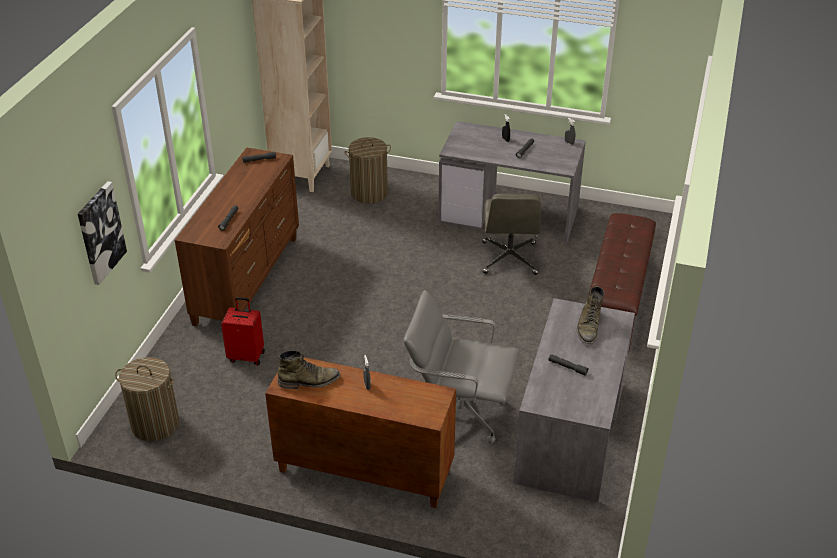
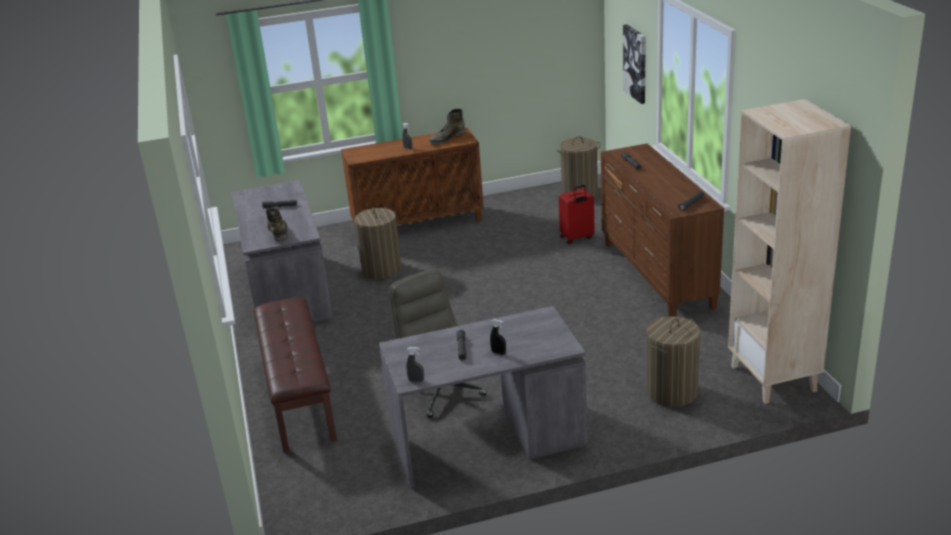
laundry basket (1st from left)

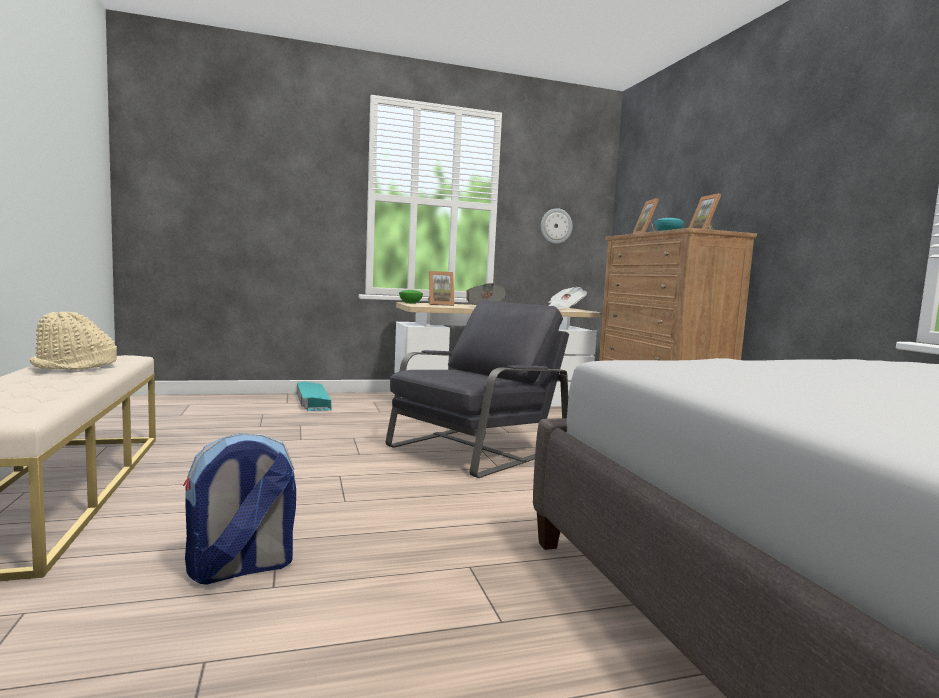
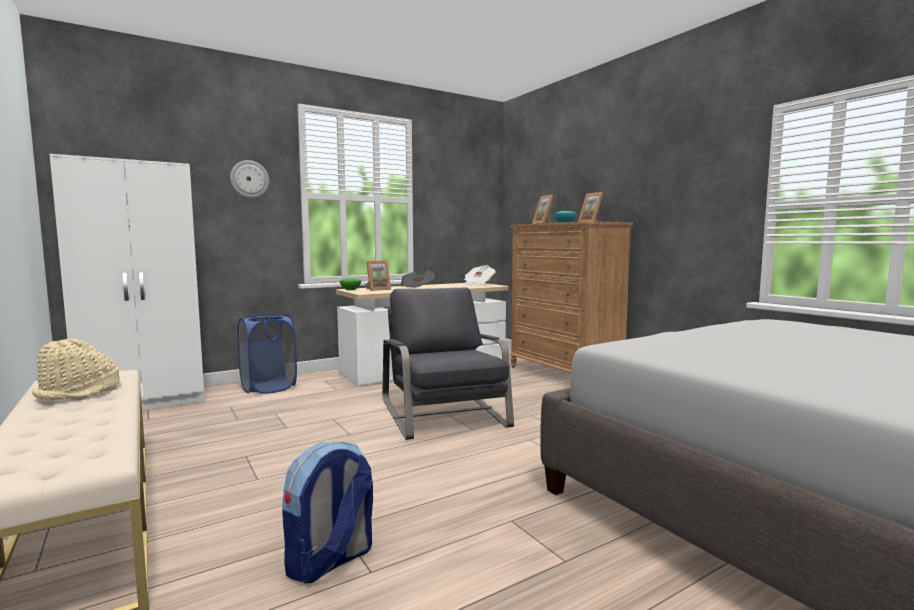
white wardrobe
wall clock
blue laundry basket
grey armchair

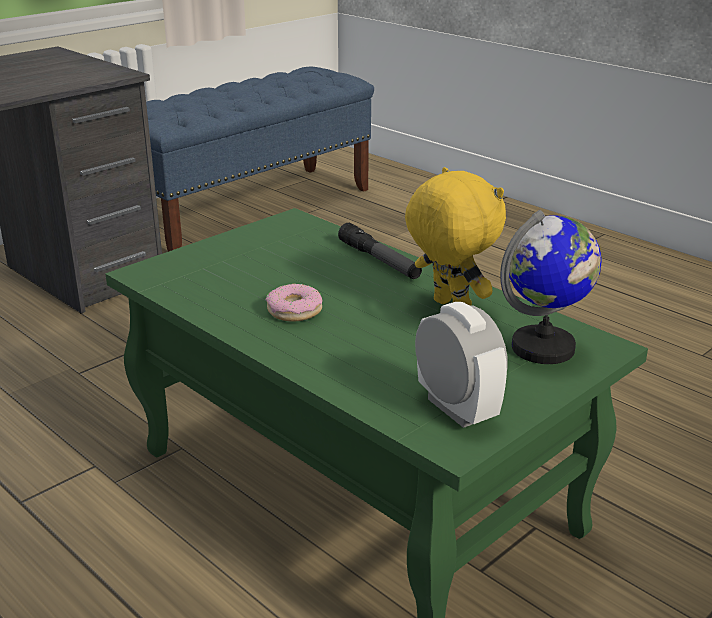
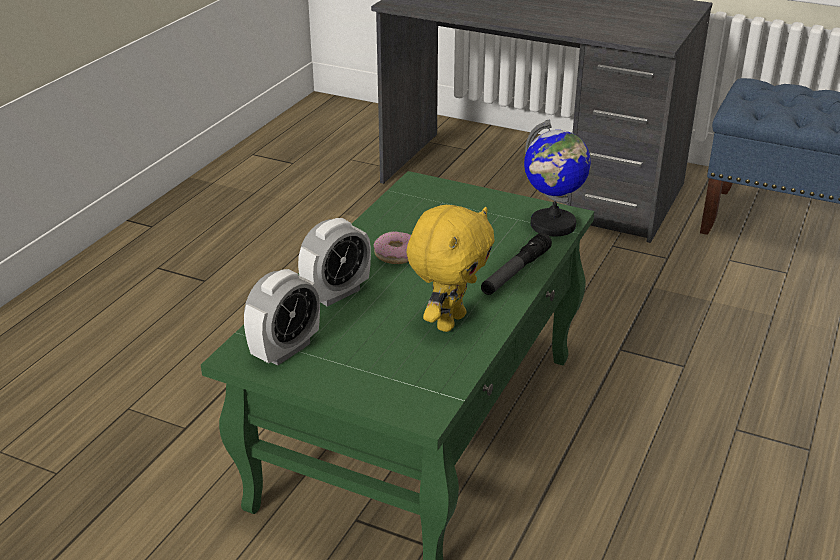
alarm clock (2nd from left)
globe

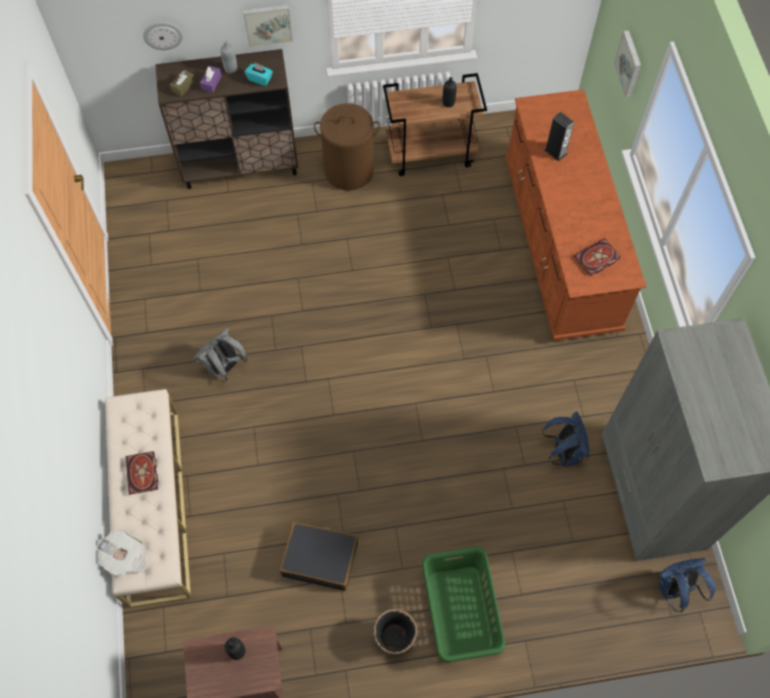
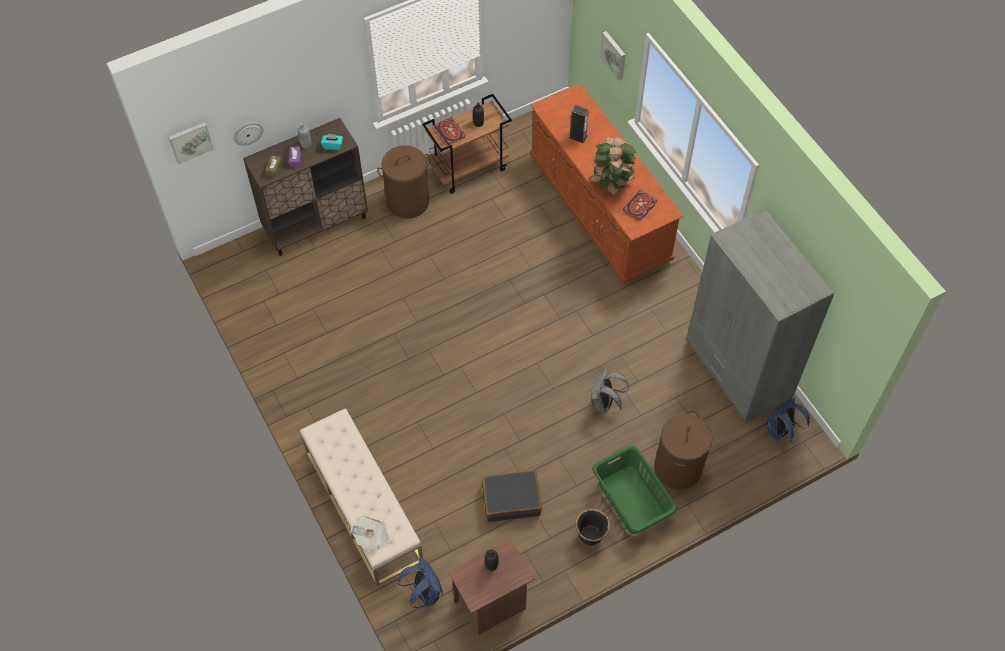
picture (1st from left)
blue backpack (1st from left)
book (1st from left)
potted plant
grey backpack
brown laundry basket (2nd from left)

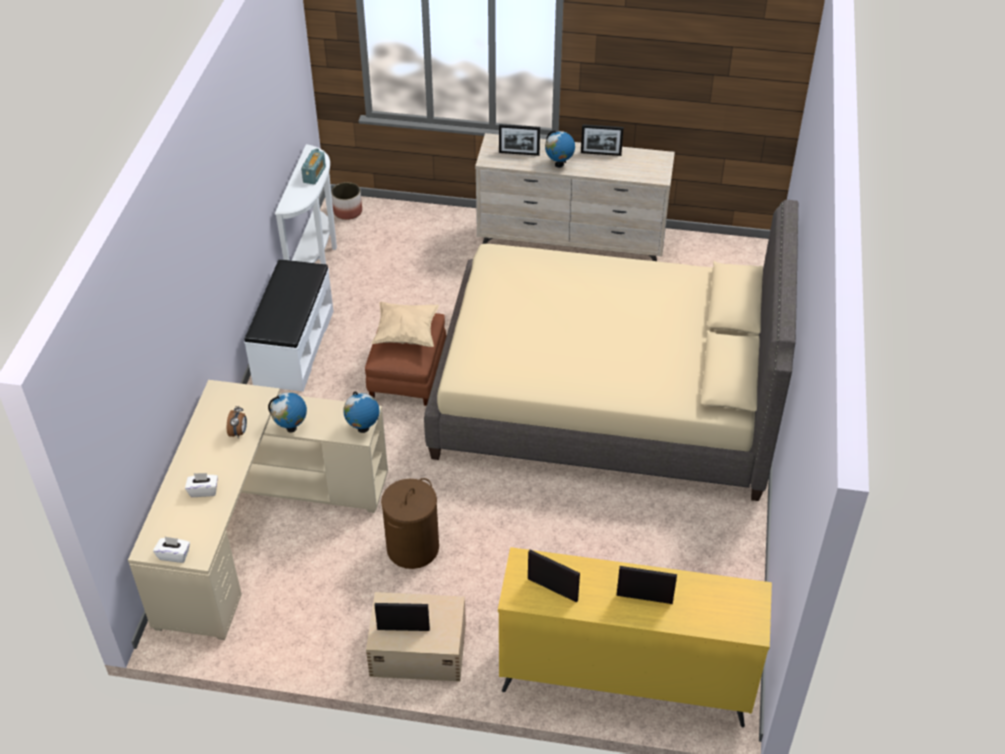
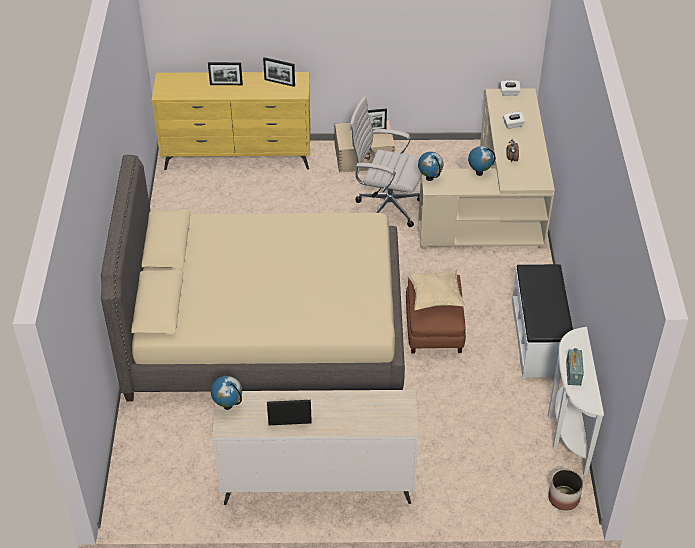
globe (1st from left)
white office chair
picture frame (2nd from left in the first image)

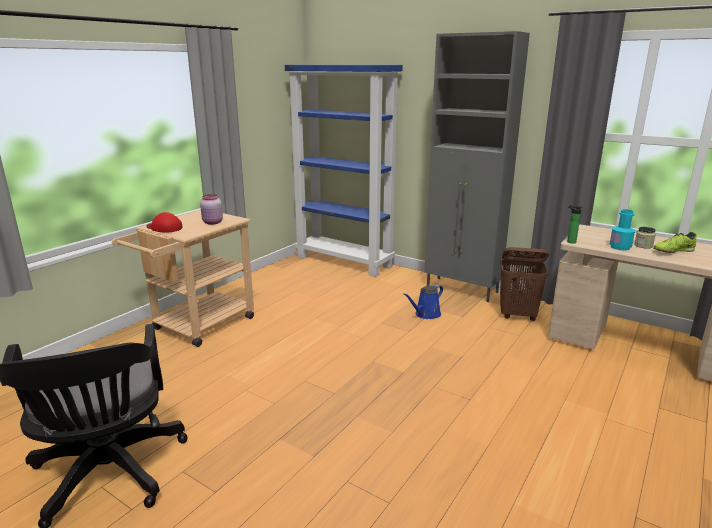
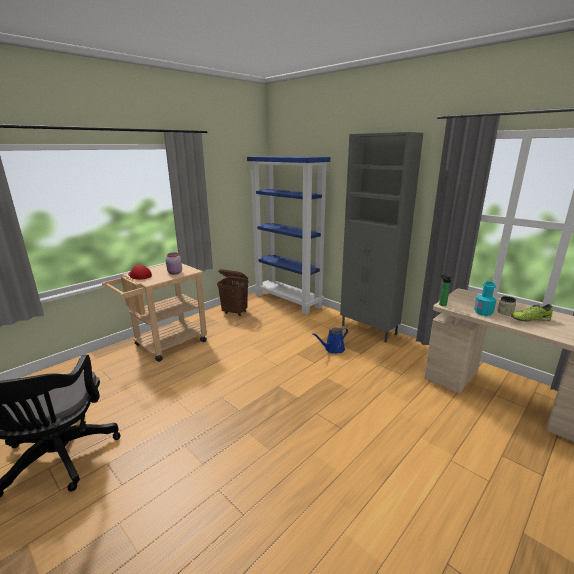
brown laundry basket

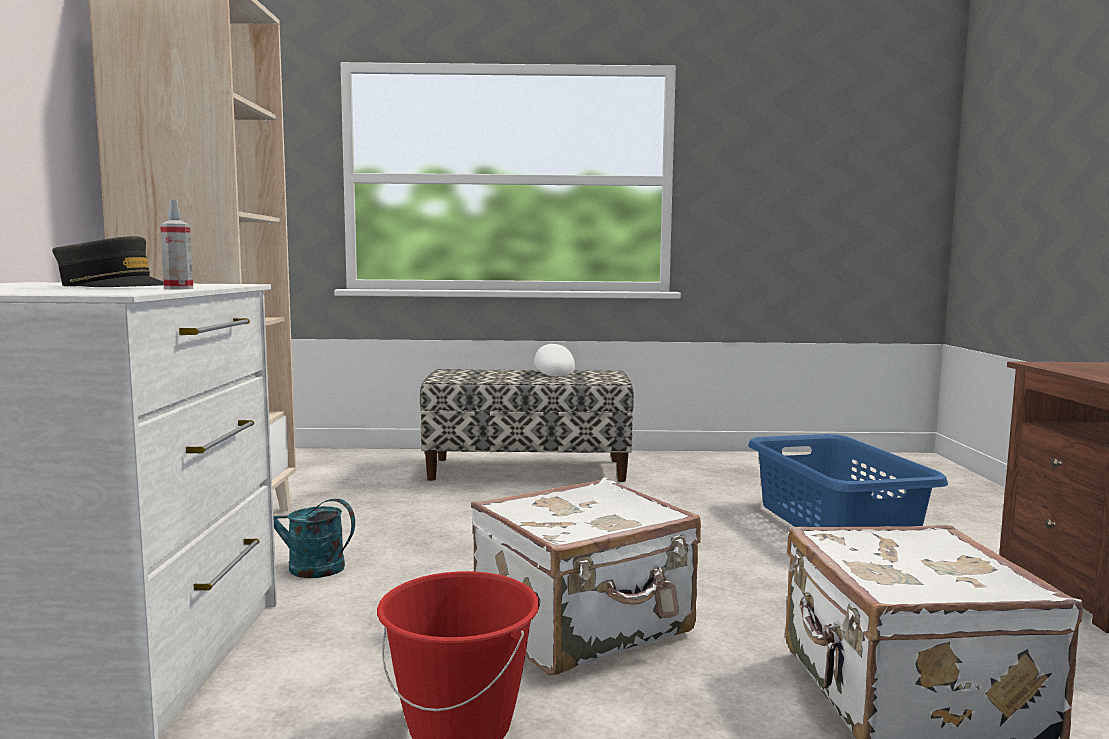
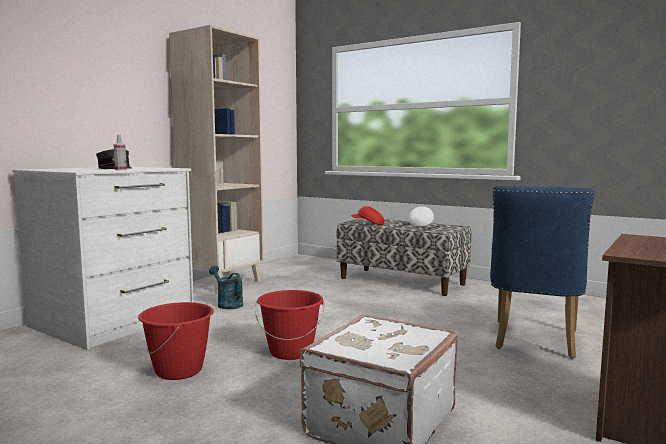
red bucket (2nd from left)
red cap
blue chair

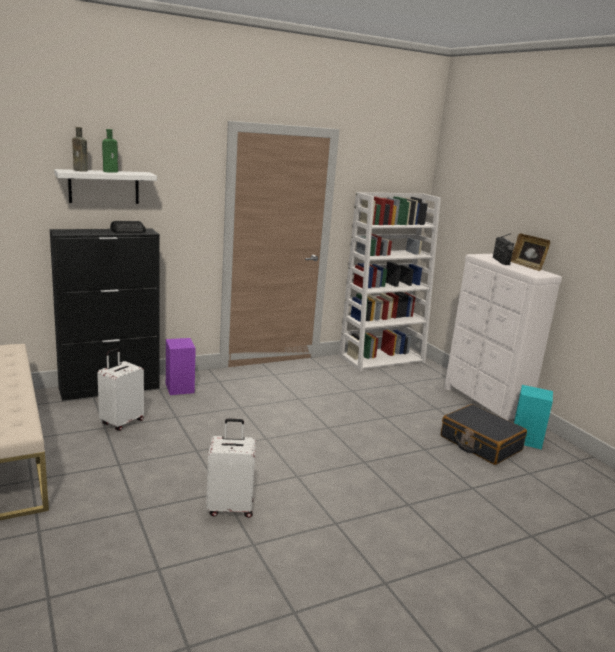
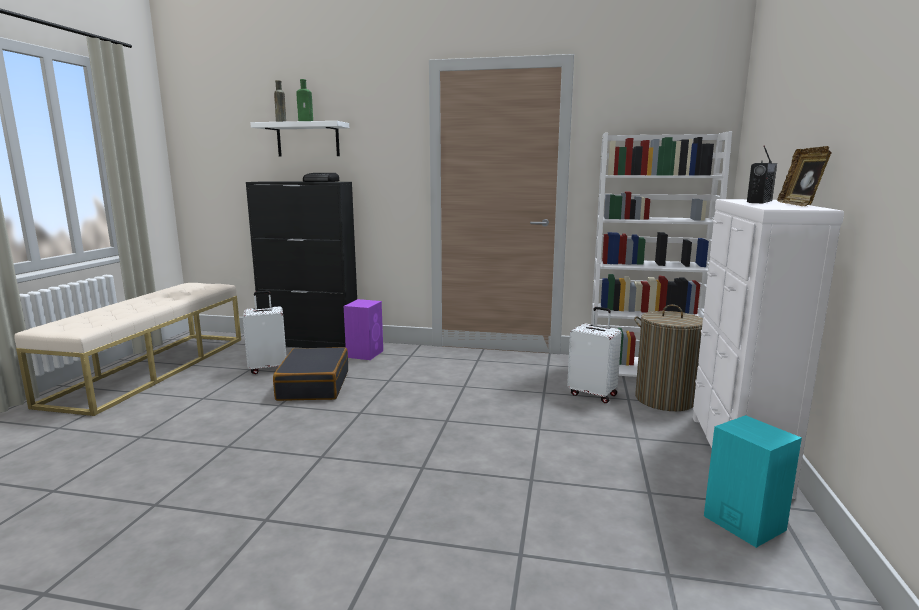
black suitcase
white suitcase (2nd from left)
laundry basket

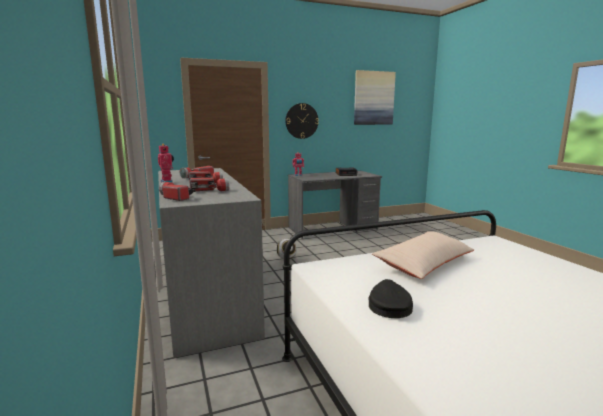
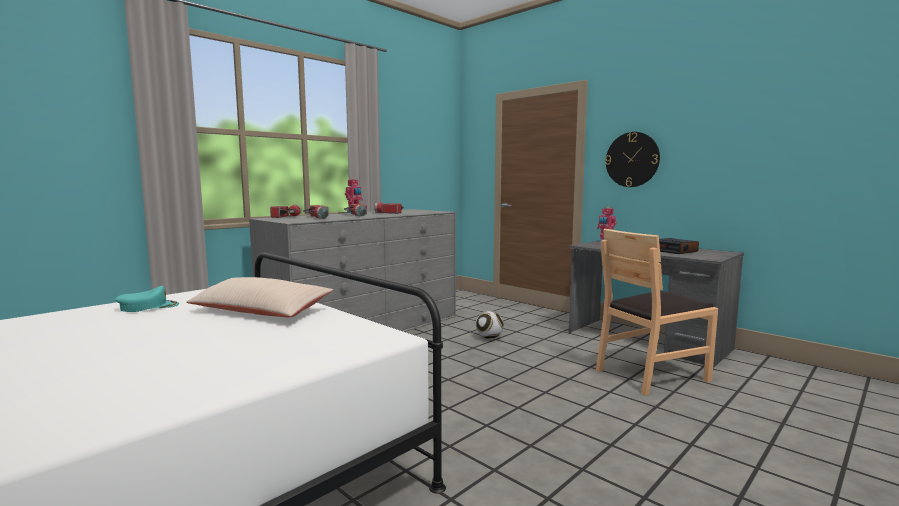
turquoise cap
brown chair
picture

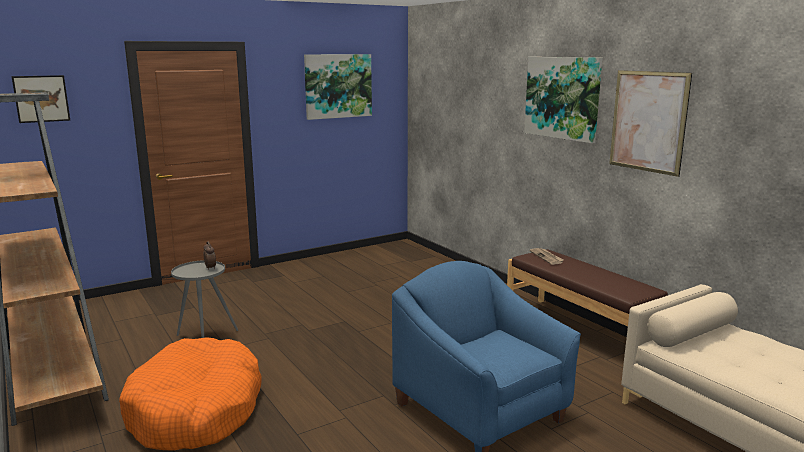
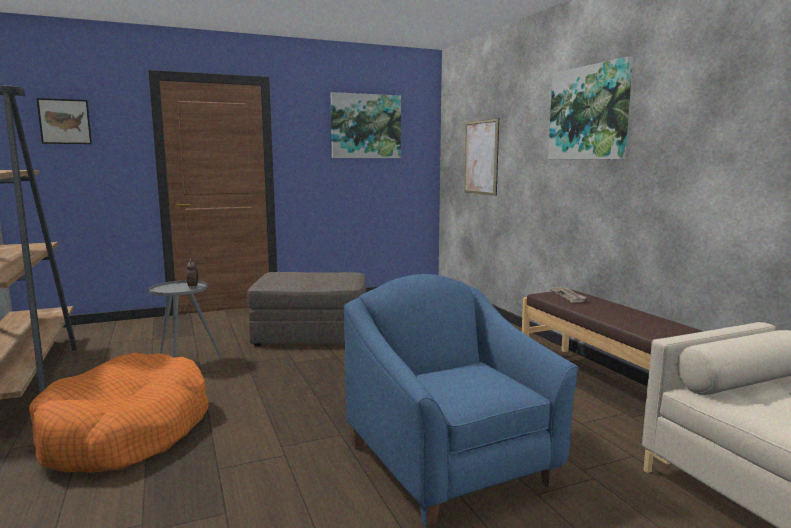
grey ottoman
picture (3rd from left)

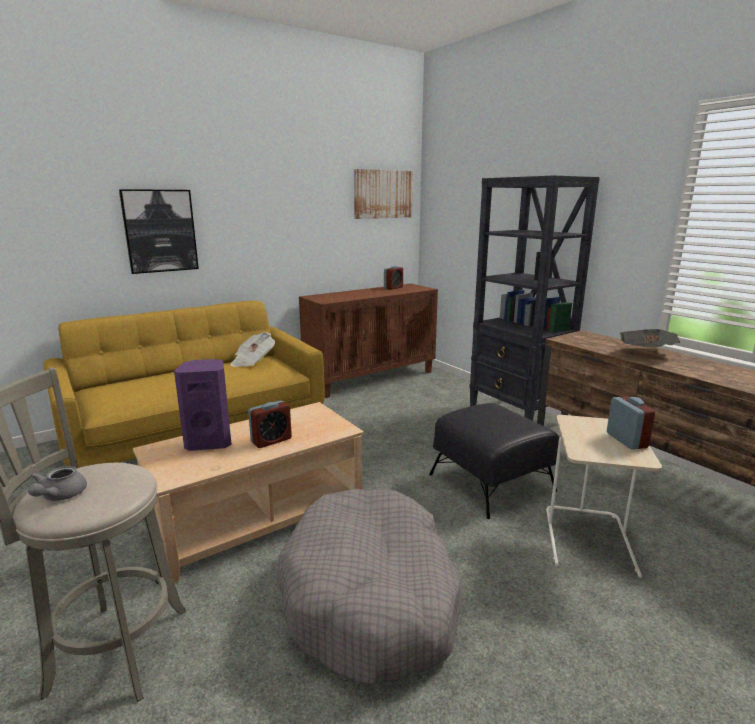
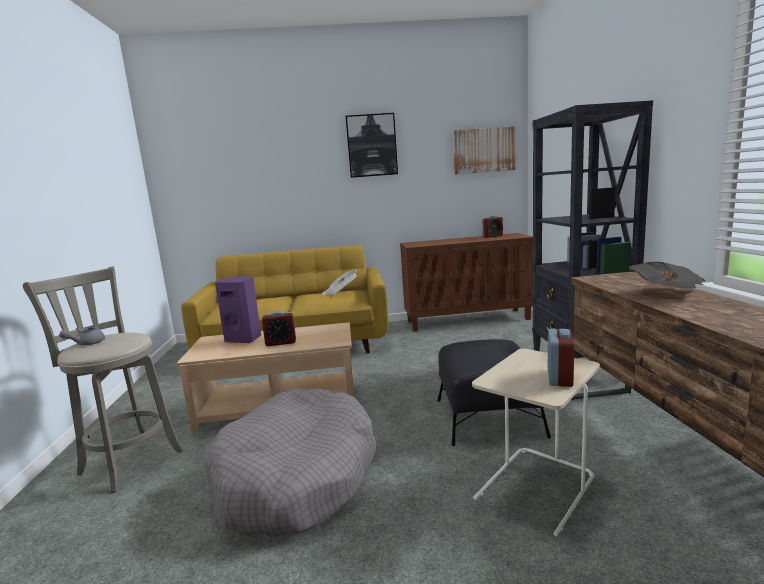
picture (1st from left)

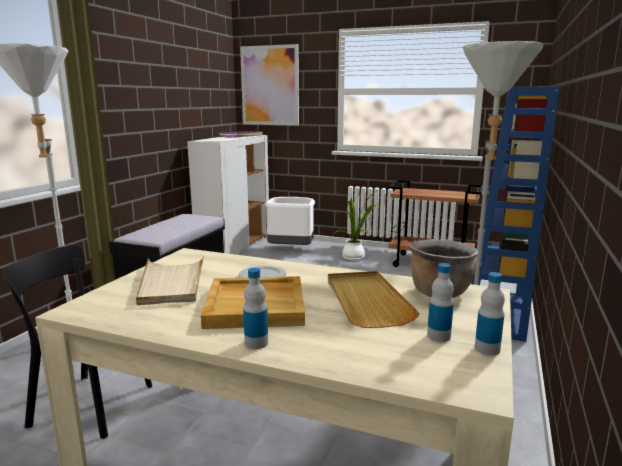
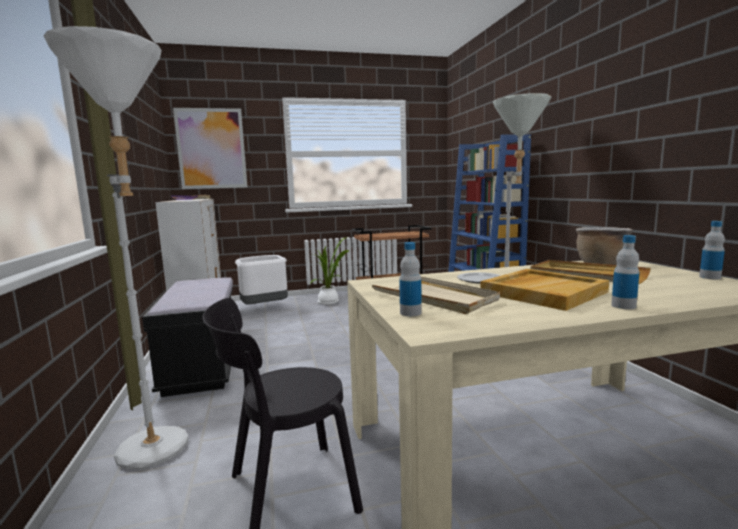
bottle (1st from left)

